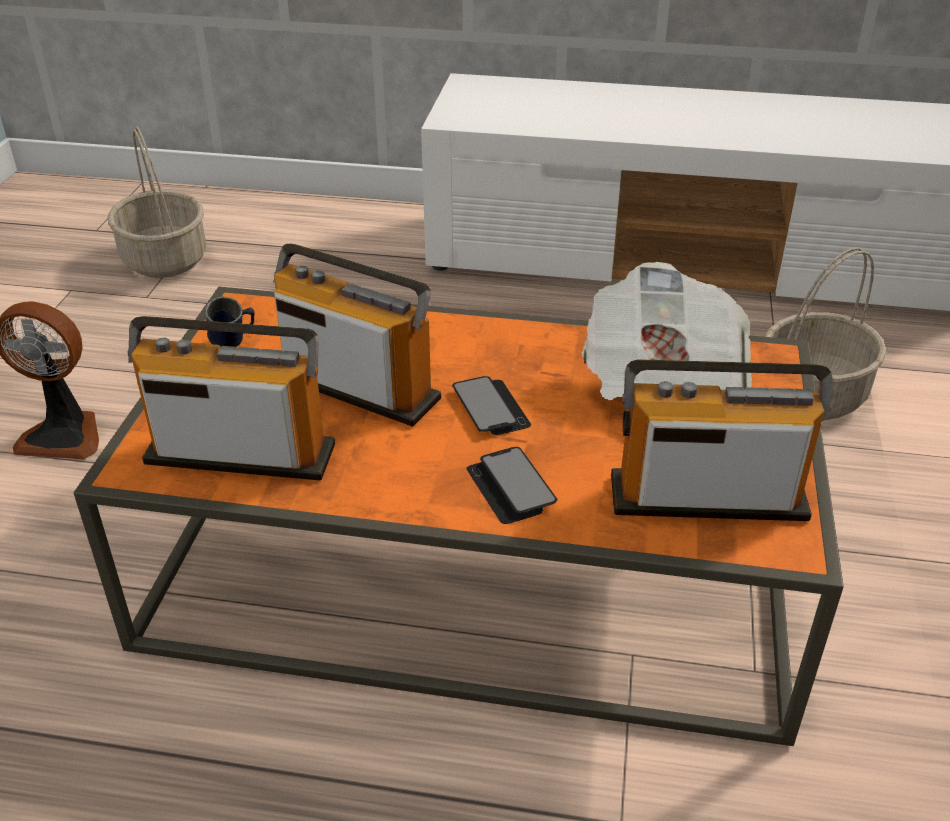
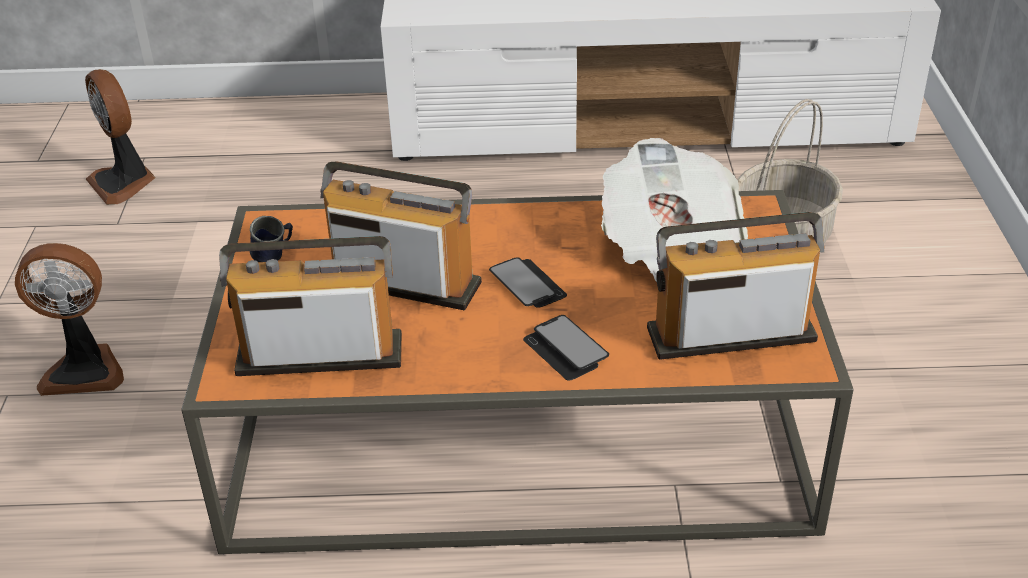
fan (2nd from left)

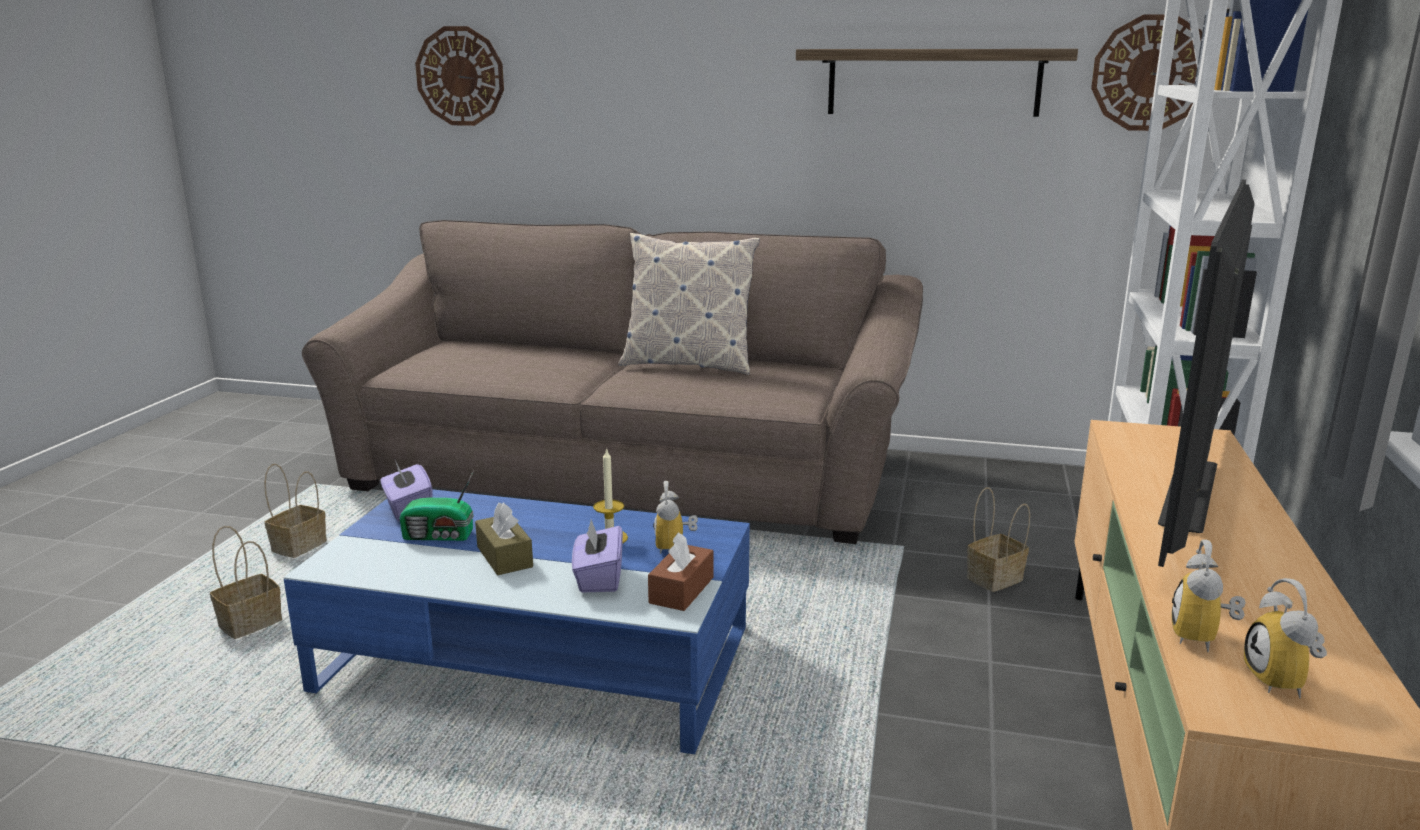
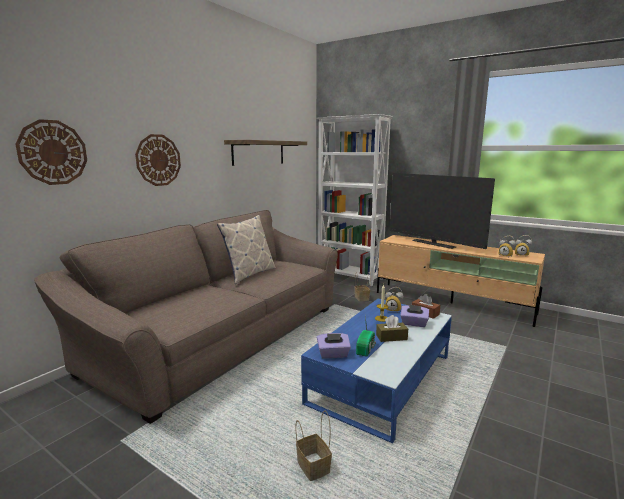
wall clock (2nd from left)
basket (2nd from left in the first image)

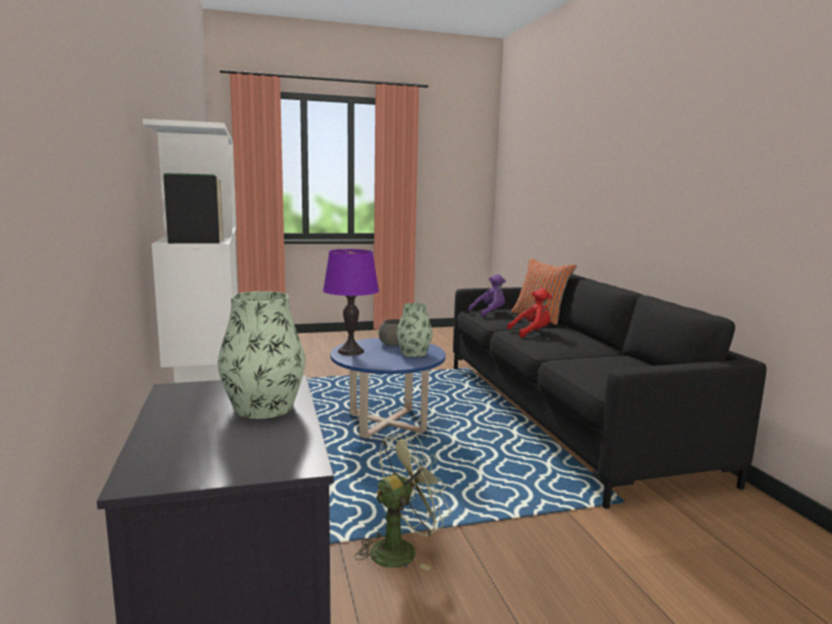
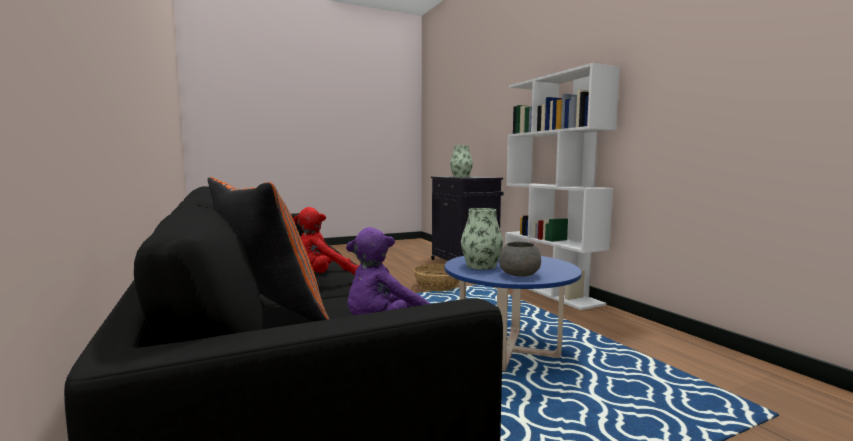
basket
purple table lamp

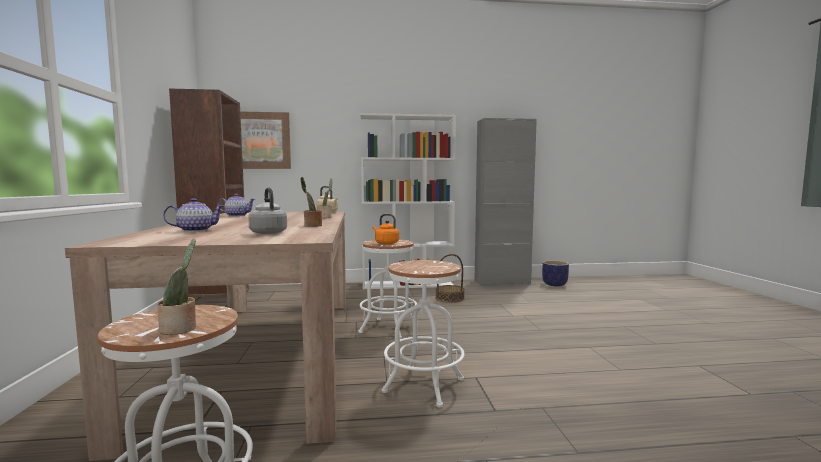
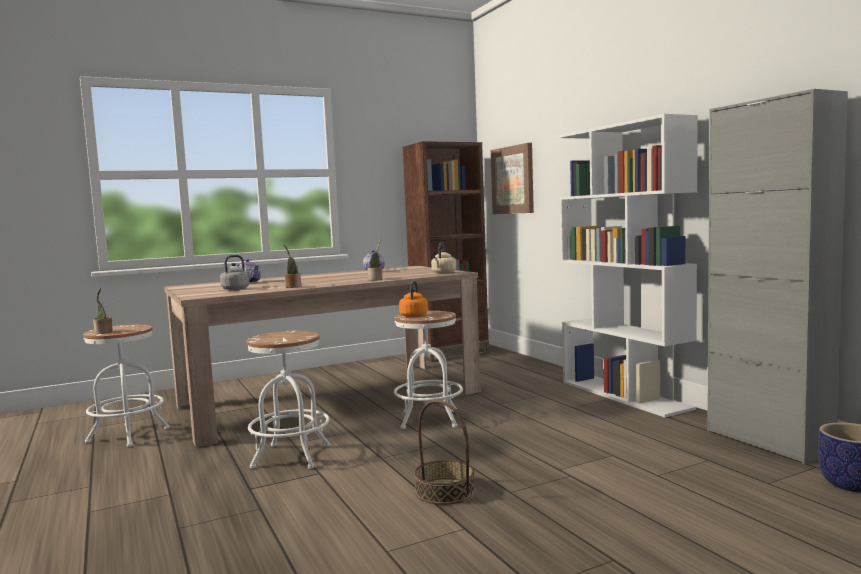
basket

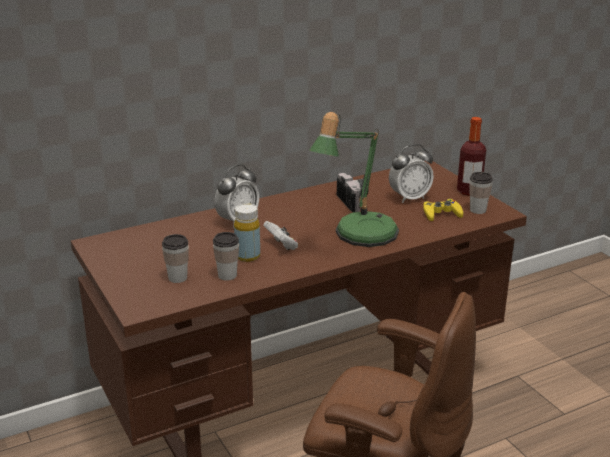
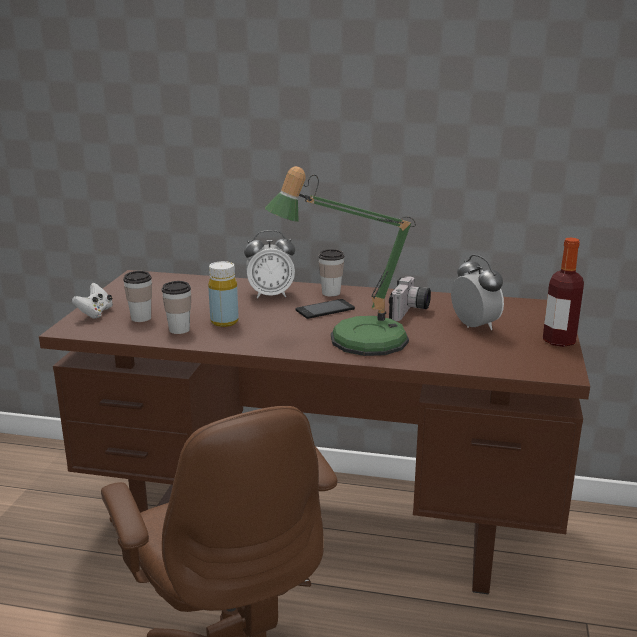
white game controller
phone
cup (3rd from left)
alarm clock (2nd from left)
yellow game controller

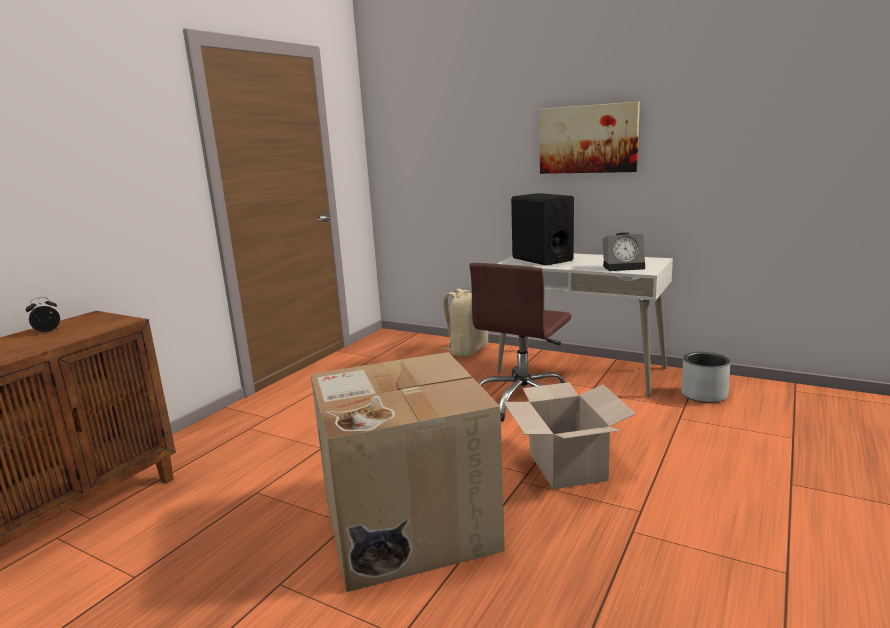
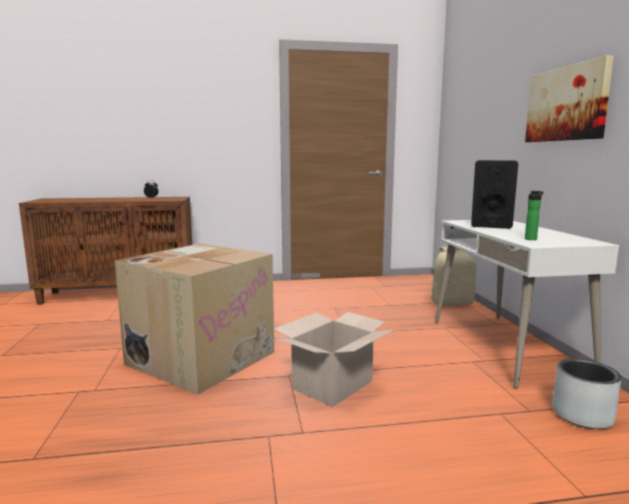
bottle
brown office chair

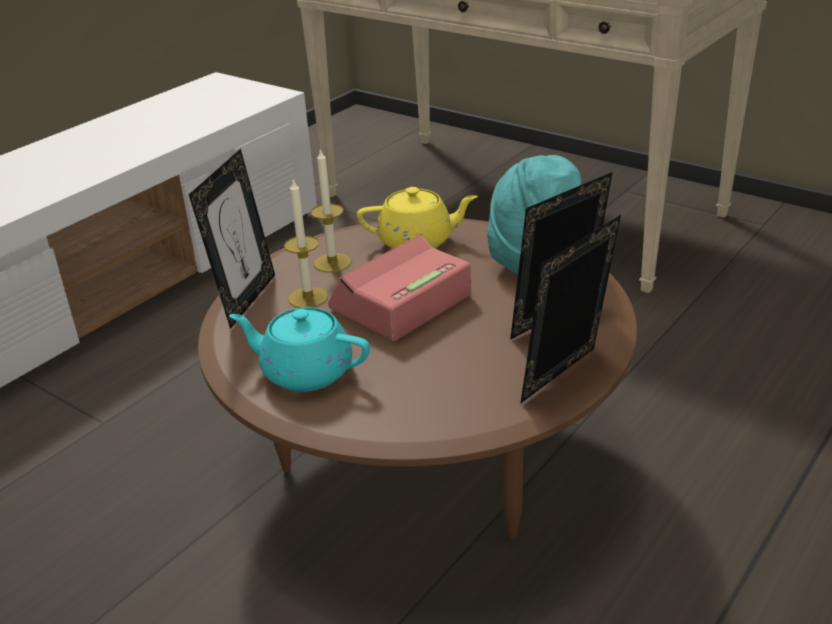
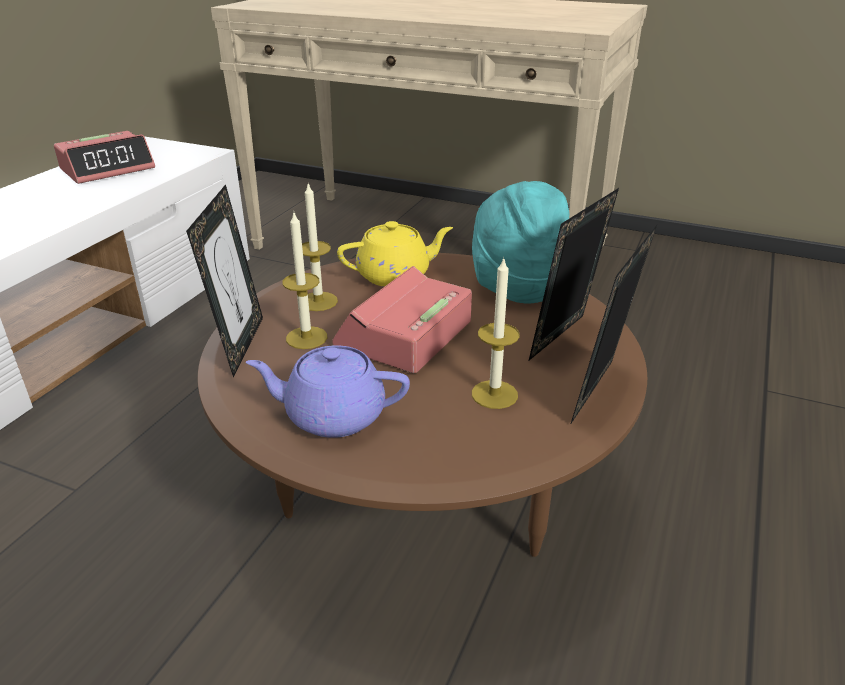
alarm clock (1st from left)
purple teapot
candle (3rd from left)

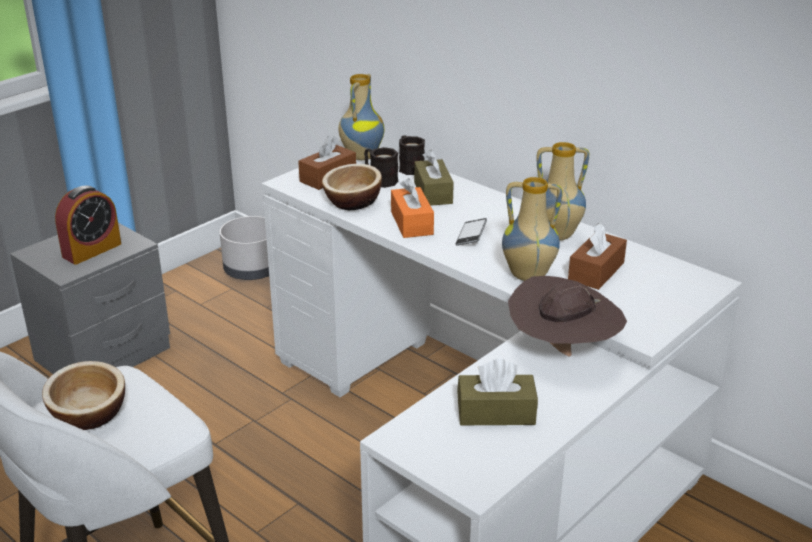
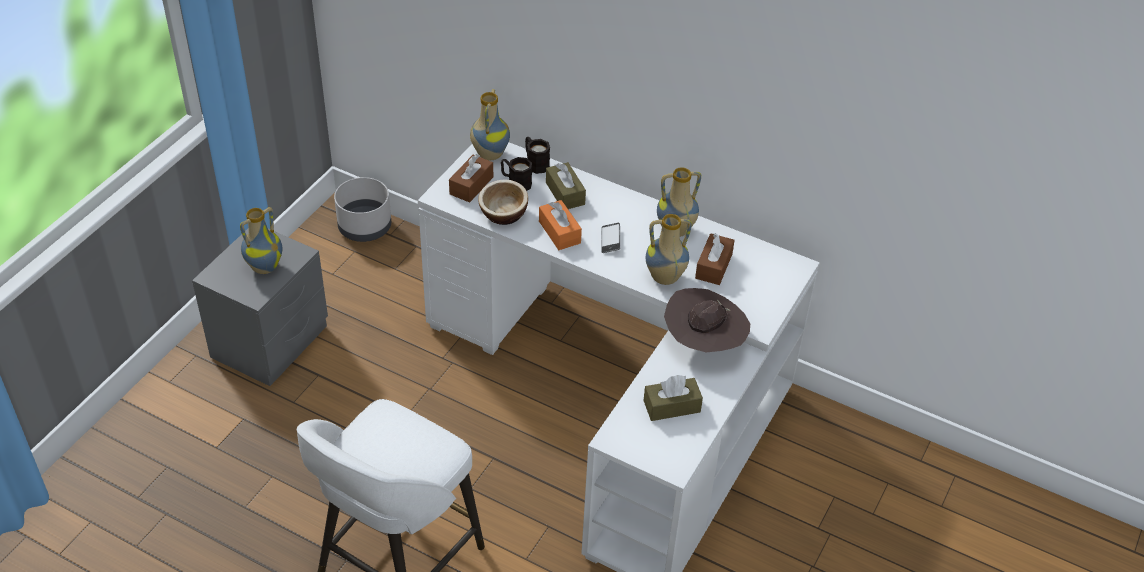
vase (1st from left)
bowl (1st from left in the first image)

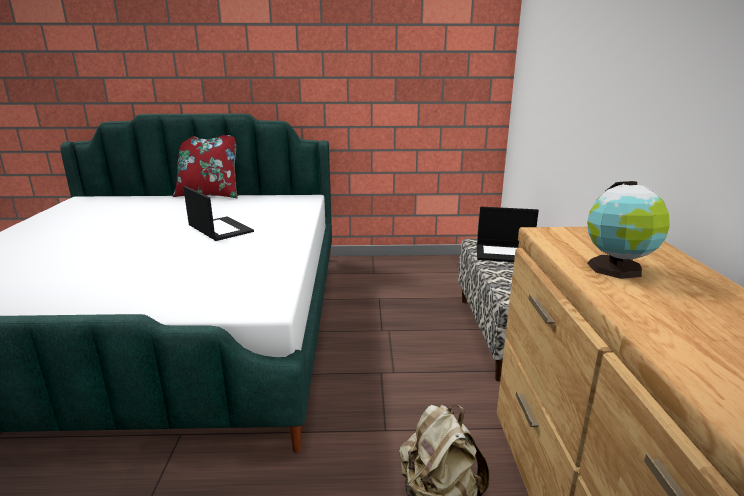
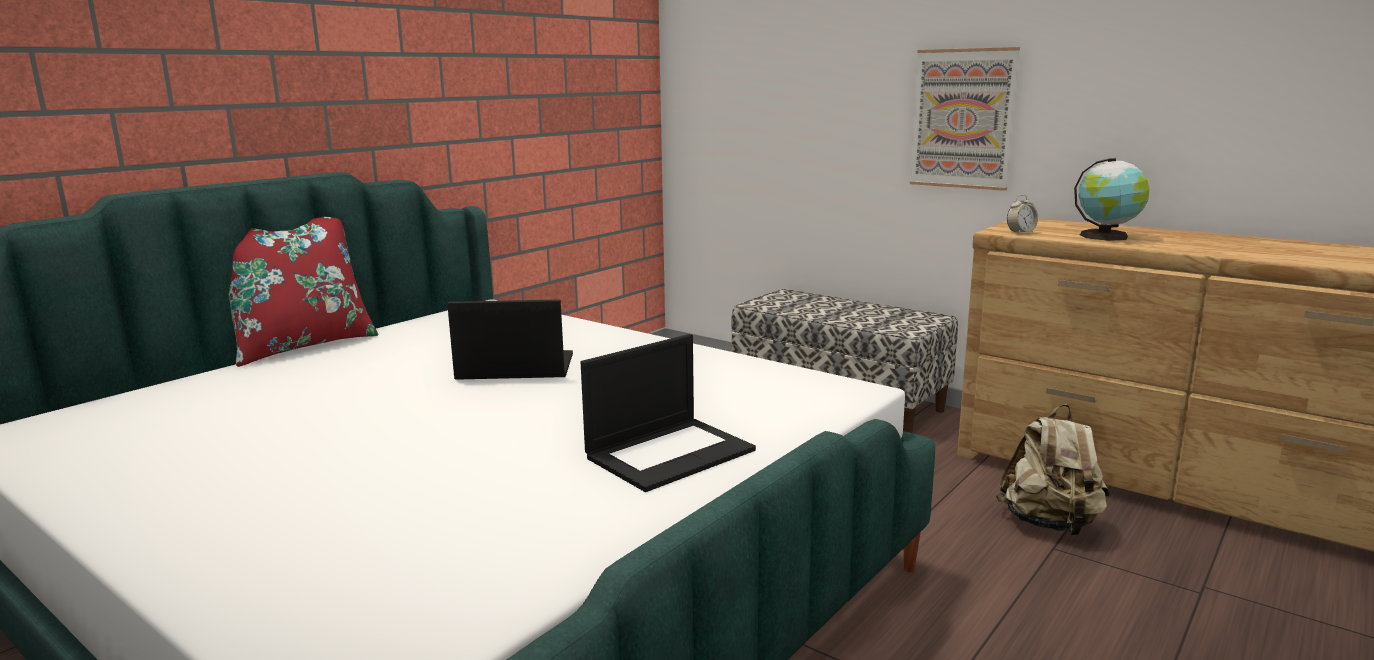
laptop (2nd from left)
picture
alarm clock

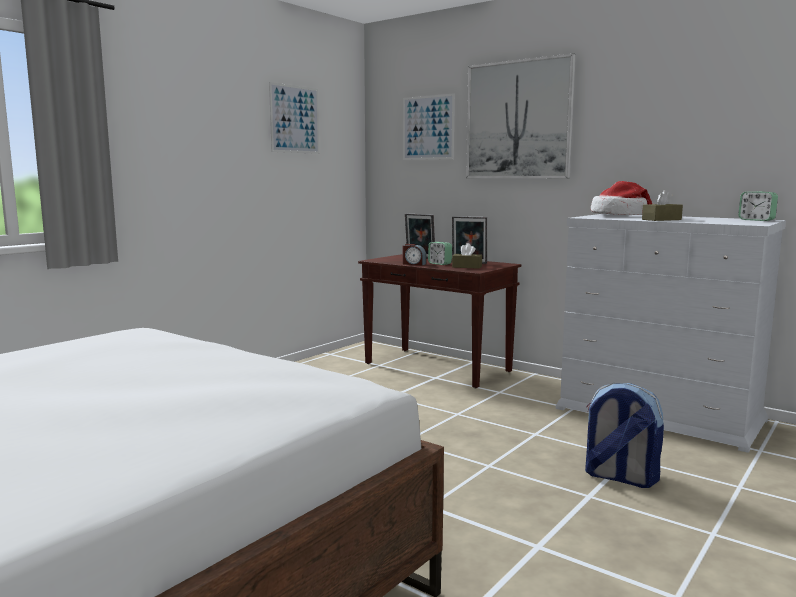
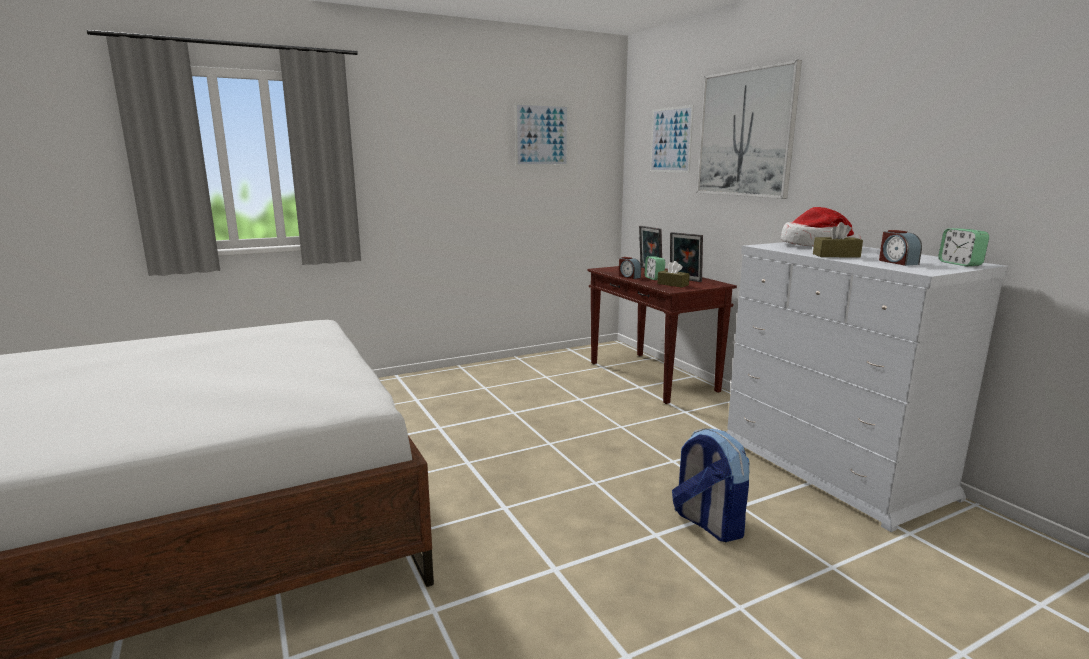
alarm clock (3rd from left)

